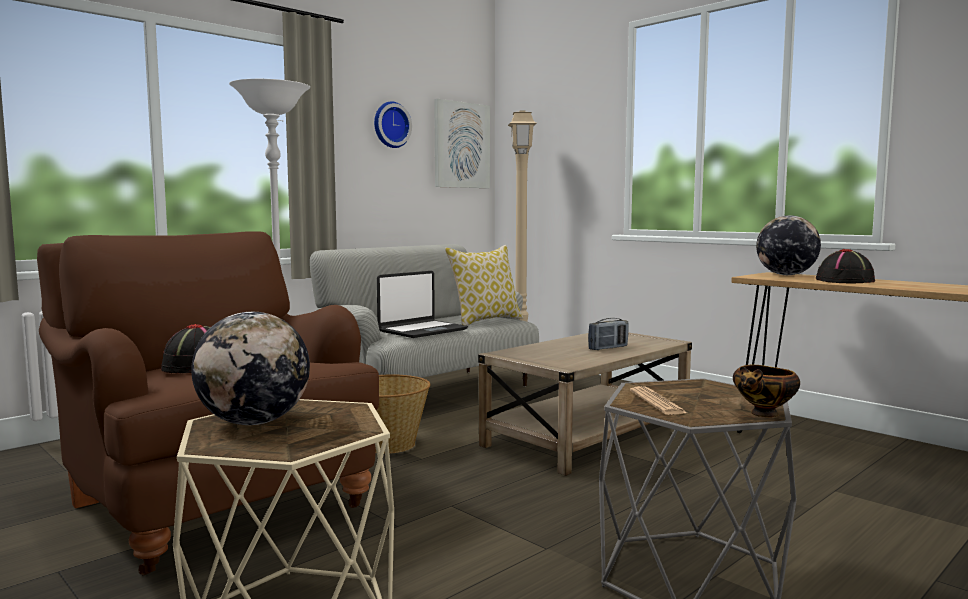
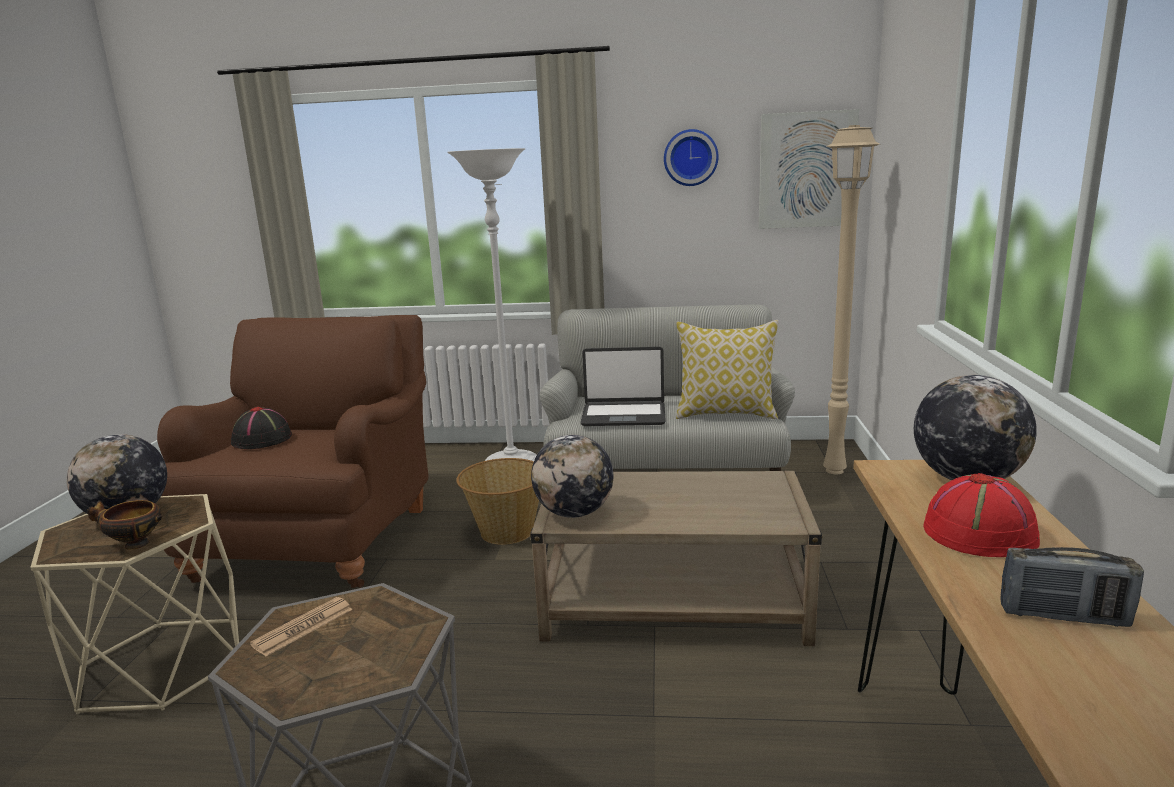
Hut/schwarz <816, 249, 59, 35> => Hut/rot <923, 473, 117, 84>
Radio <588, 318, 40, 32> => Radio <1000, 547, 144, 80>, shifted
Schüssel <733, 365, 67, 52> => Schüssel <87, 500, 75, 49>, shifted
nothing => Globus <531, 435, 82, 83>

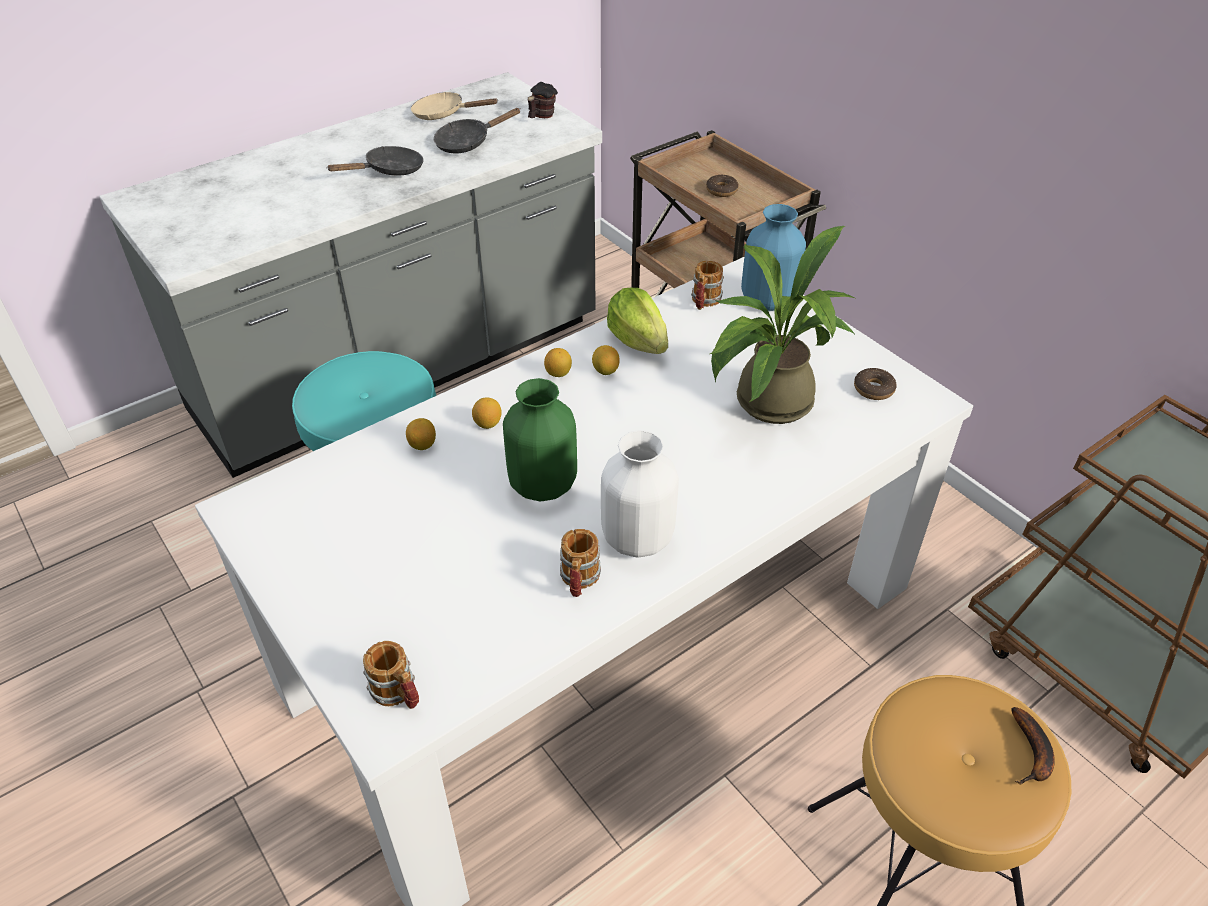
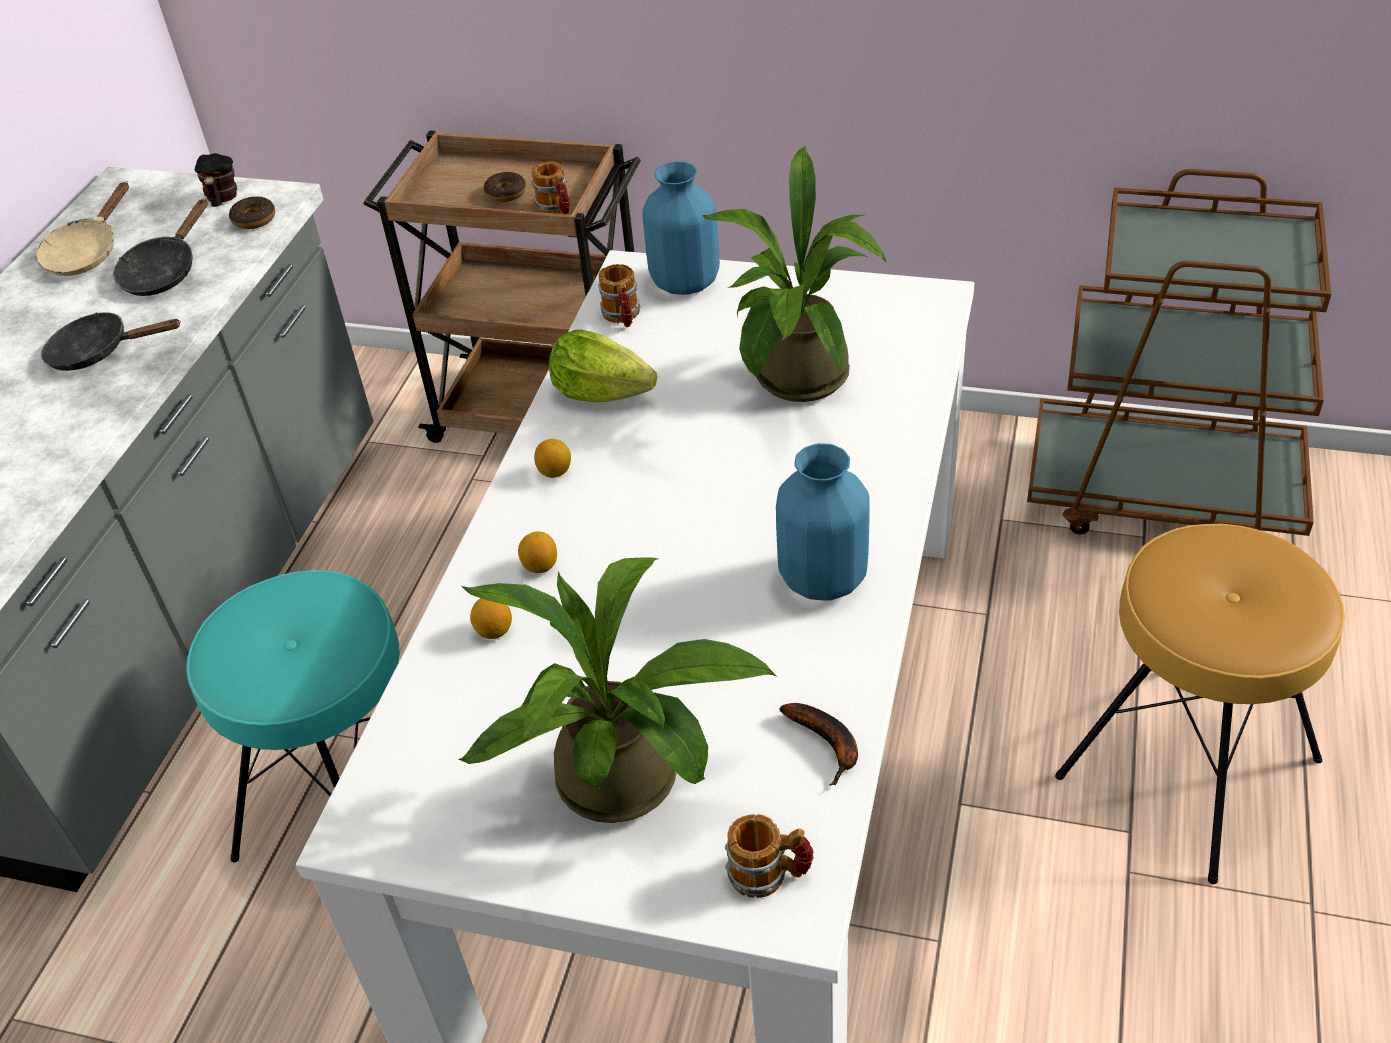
Pfanne/beige <411, 92, 86, 28> => Pfanne/beige <36, 181, 93, 95>, 45 degrees counterclockwise
Pfanne/schwarz <326, 146, 98, 30> => Pfanne/schwarz <41, 312, 140, 59>, 105 degrees counterclockwise
Zitrone <592, 345, 28, 30> => nothing
Donut <854, 368, 43, 32> => Donut <229, 196, 46, 33>, shifted
Vase/grün <503, 378, 74, 123> => nothing
Vase/weiß <601, 430, 78, 128> => Vase/blau <776, 443, 94, 158>
Henkelbecher <560, 529, 41, 68> => Henkelbecher <531, 161, 40, 53>, shifted
Banane <1011, 707, 44, 78> => Banane <779, 703, 79, 83>, shifted
nothing => Topfpflanze <459, 557, 317, 266>

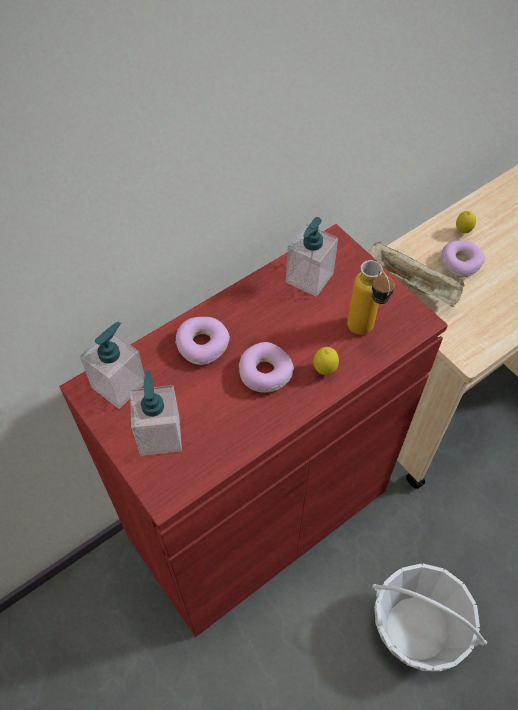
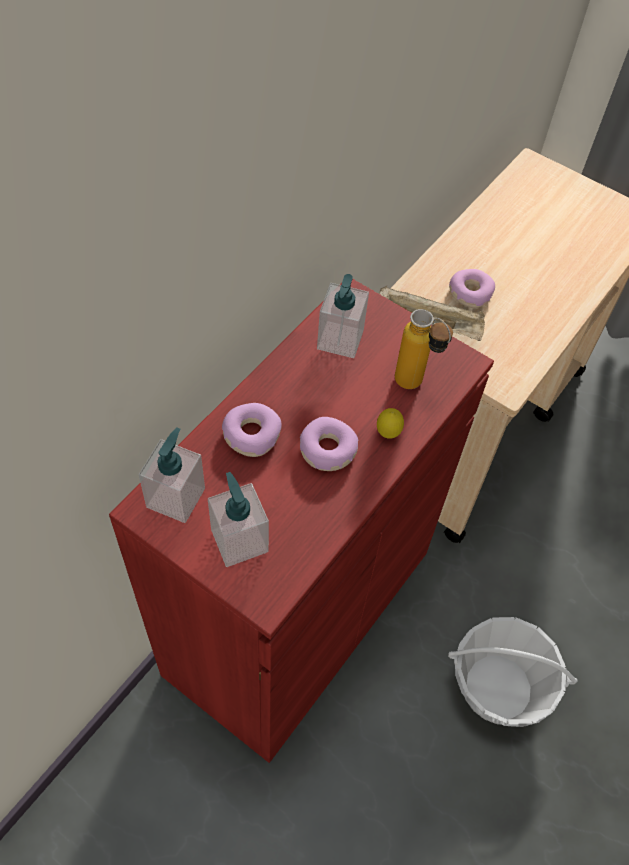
Zitrone <456, 211, 20, 22> => nothing

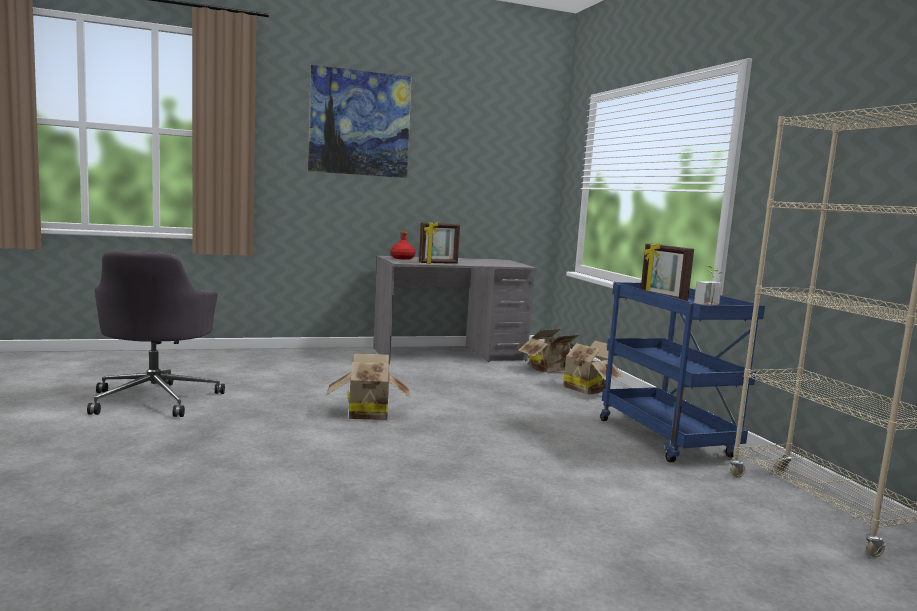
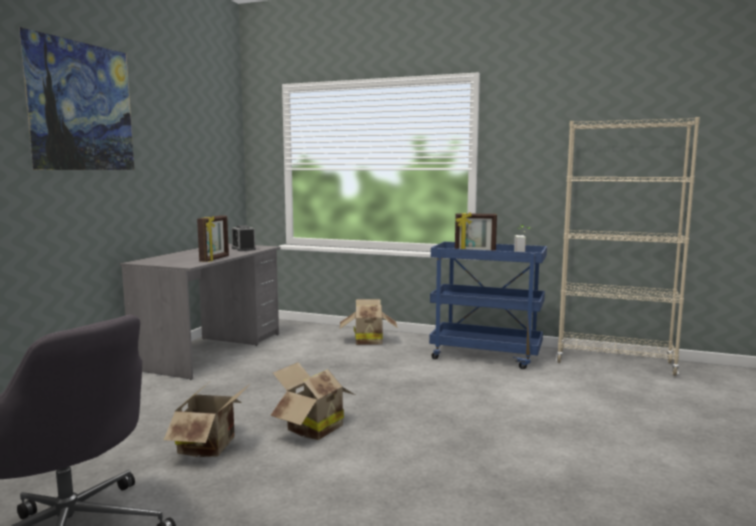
Flasche/rot <391, 232, 24, 28> => nothing
Karton <518, 329, 61, 44> => Karton <164, 383, 87, 74>, shifted
nothing => Wecker <231, 225, 25, 26>

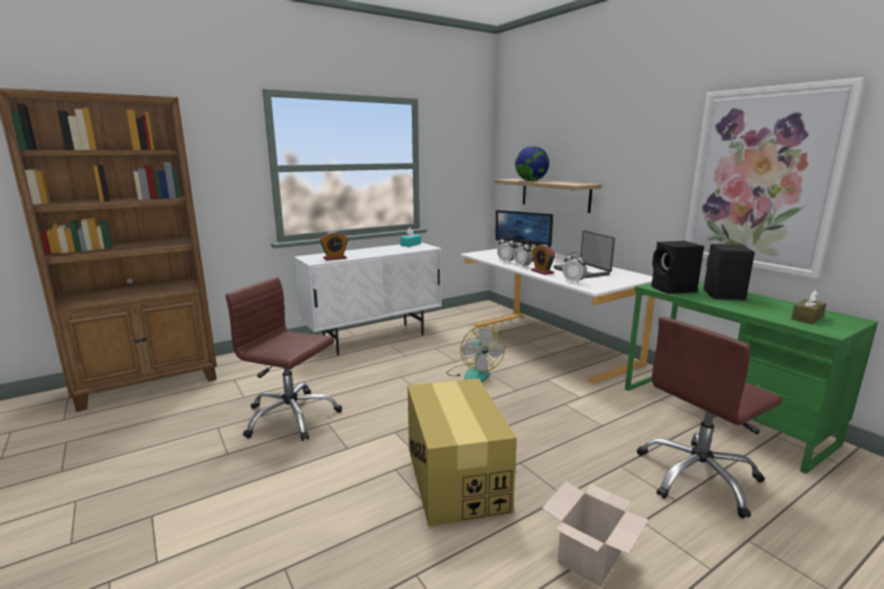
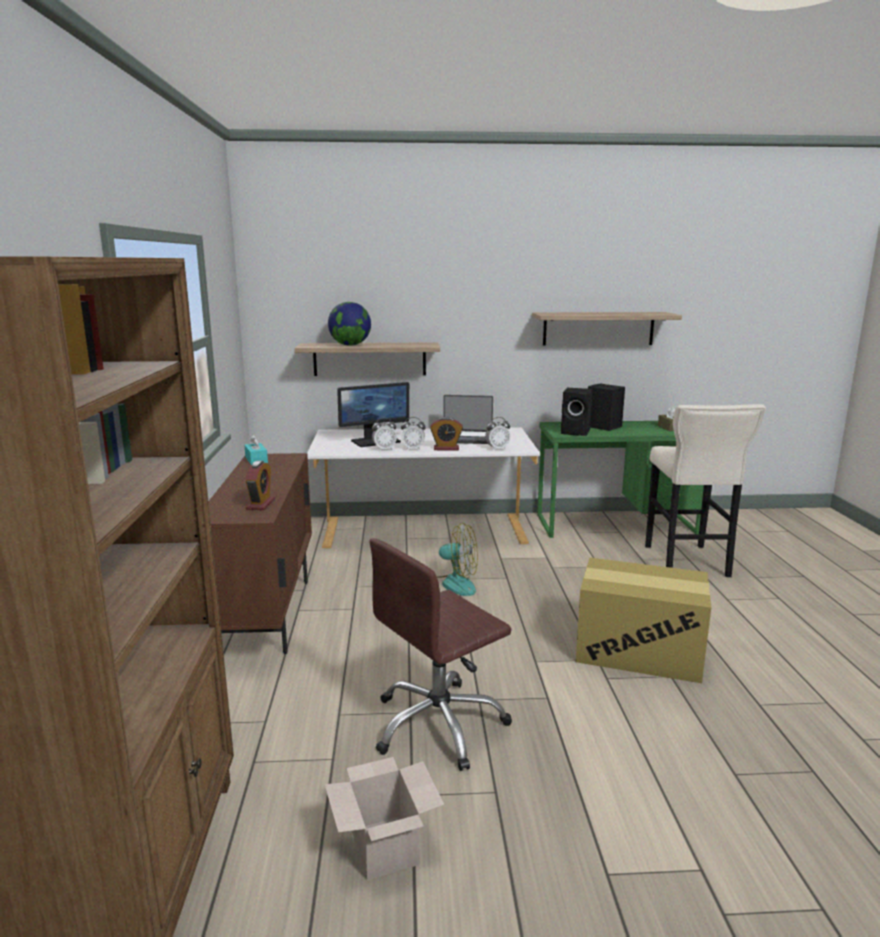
Bild <685, 77, 181, 202> => Wandregal <532, 312, 150, 34>
Schrank/weiß <294, 242, 148, 113> => Schrank/braun <208, 453, 104, 201>
Bürostuhl/braun <637, 317, 145, 201> => Hocker/beige <645, 404, 121, 173>
Karton <542, 481, 106, 106> => Karton <325, 757, 119, 123>, shifted

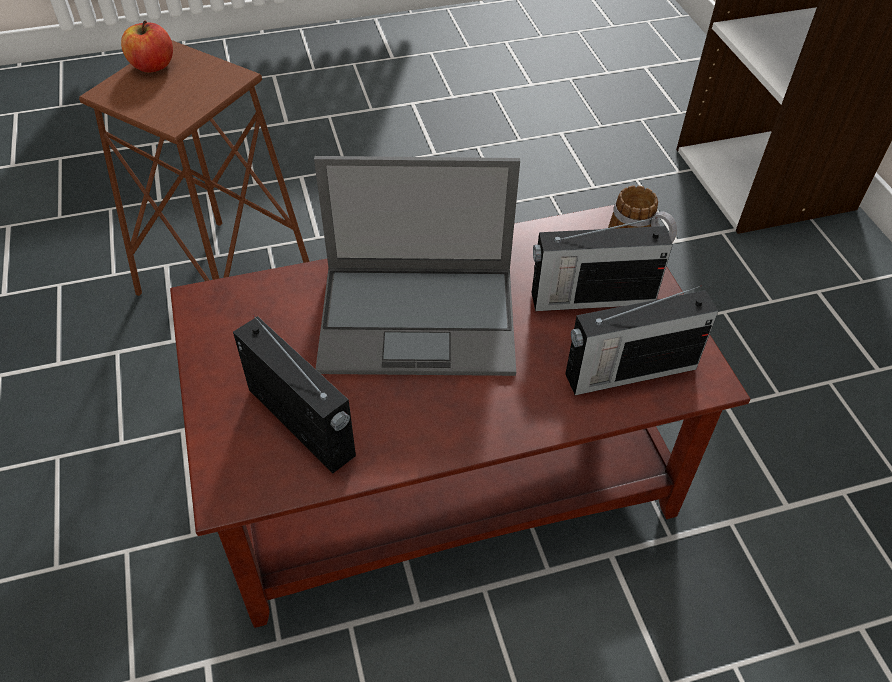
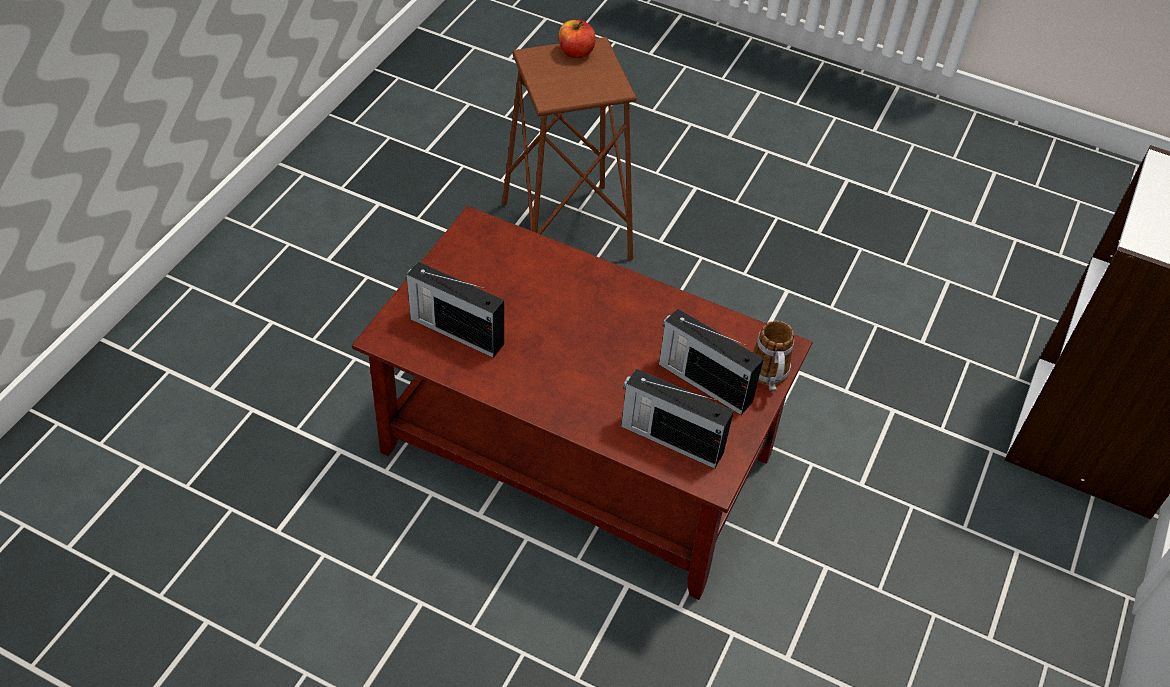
Laptop <314, 156, 206, 220> => nothing
Radio <233, 315, 123, 158> => Radio <406, 262, 98, 96>, 120 degrees clockwise

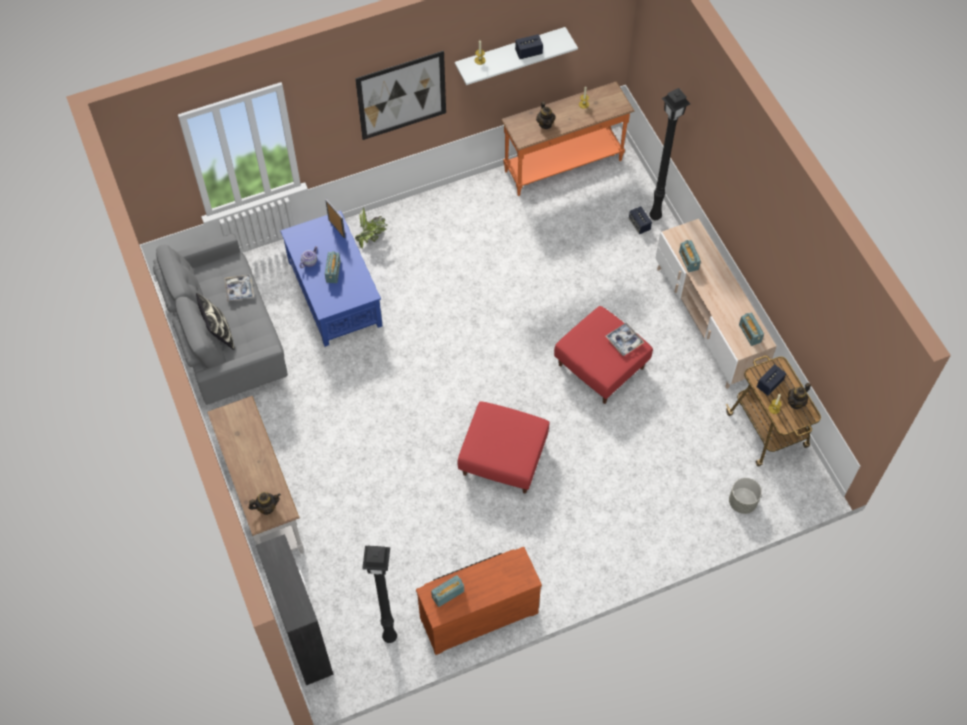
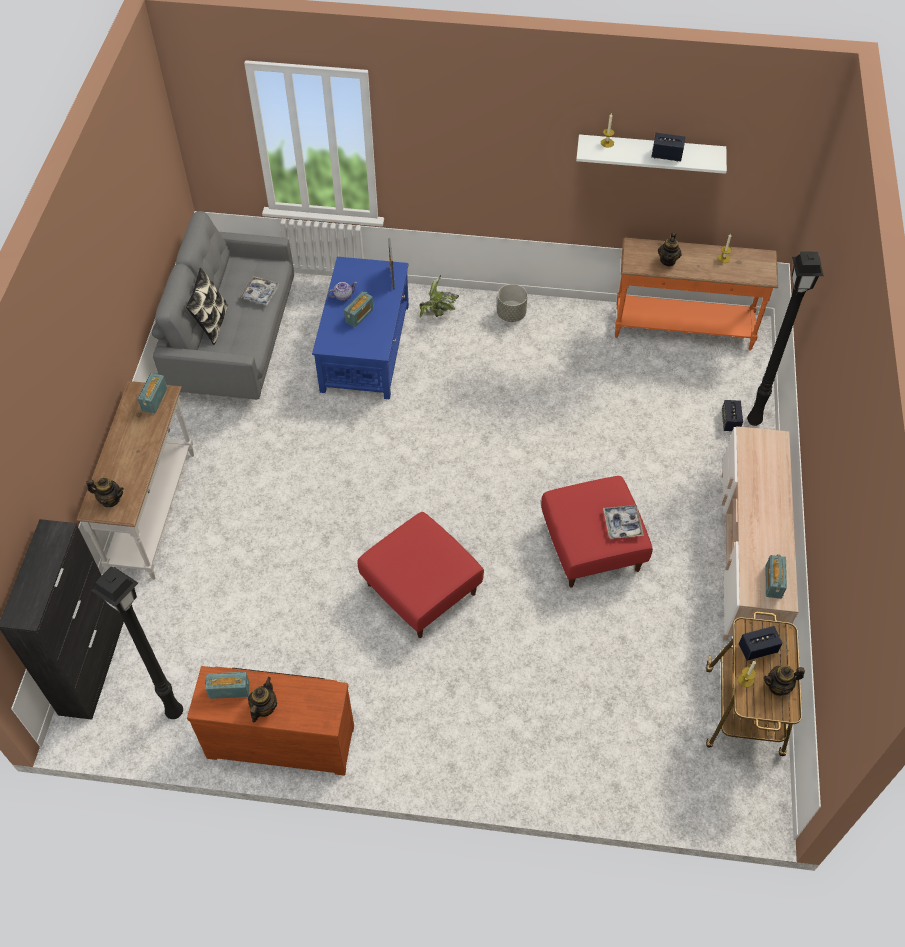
Bild <355, 51, 91, 89> => nothing
Radio <679, 240, 22, 32> => Radio <138, 373, 29, 41>, shifted
Pflanzkübel/grau <729, 478, 33, 36> => Pflanzkübel/grau <497, 284, 31, 38>, shifted
nothing => Teekanne <248, 677, 29, 45>

